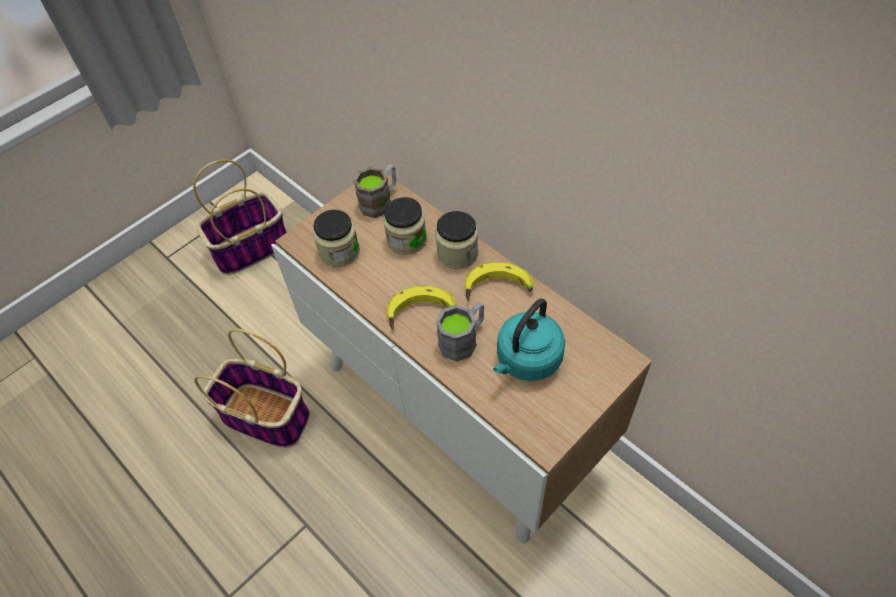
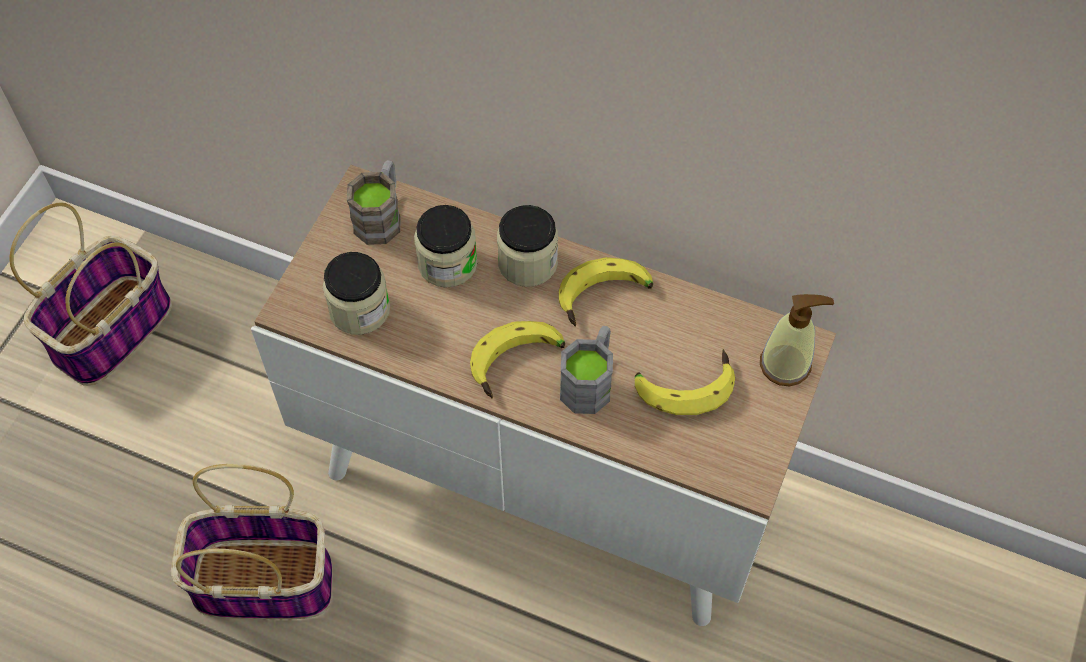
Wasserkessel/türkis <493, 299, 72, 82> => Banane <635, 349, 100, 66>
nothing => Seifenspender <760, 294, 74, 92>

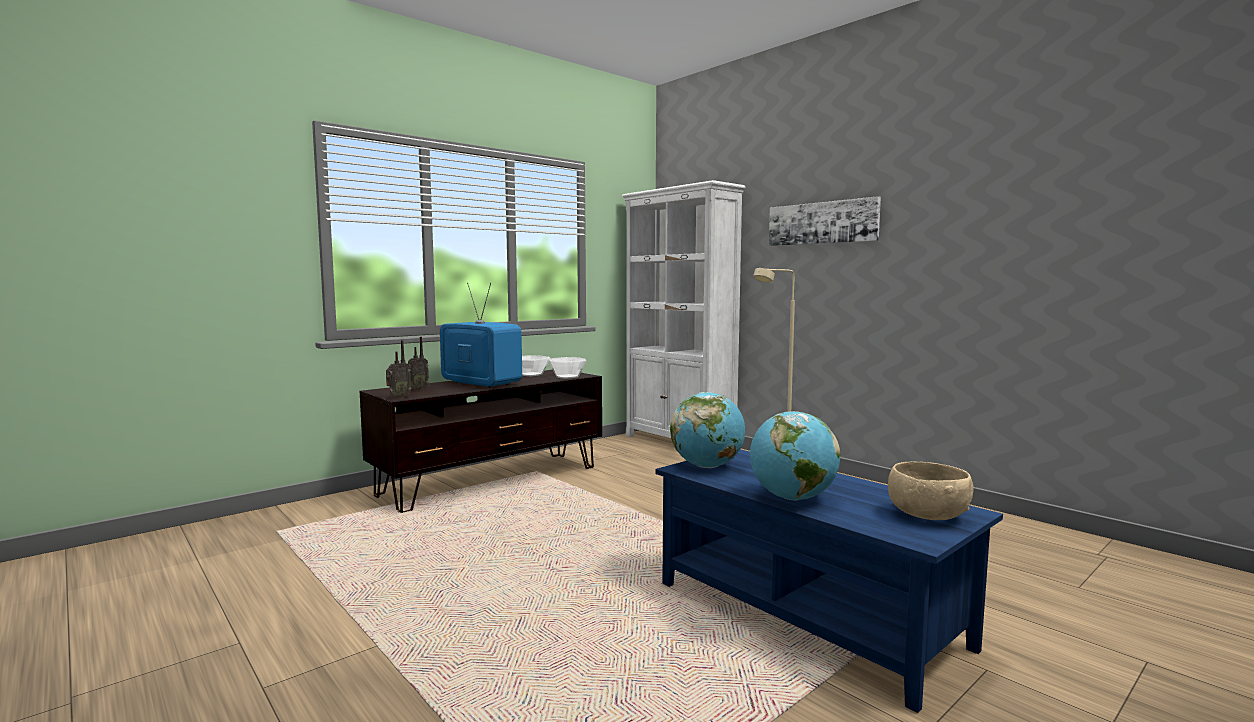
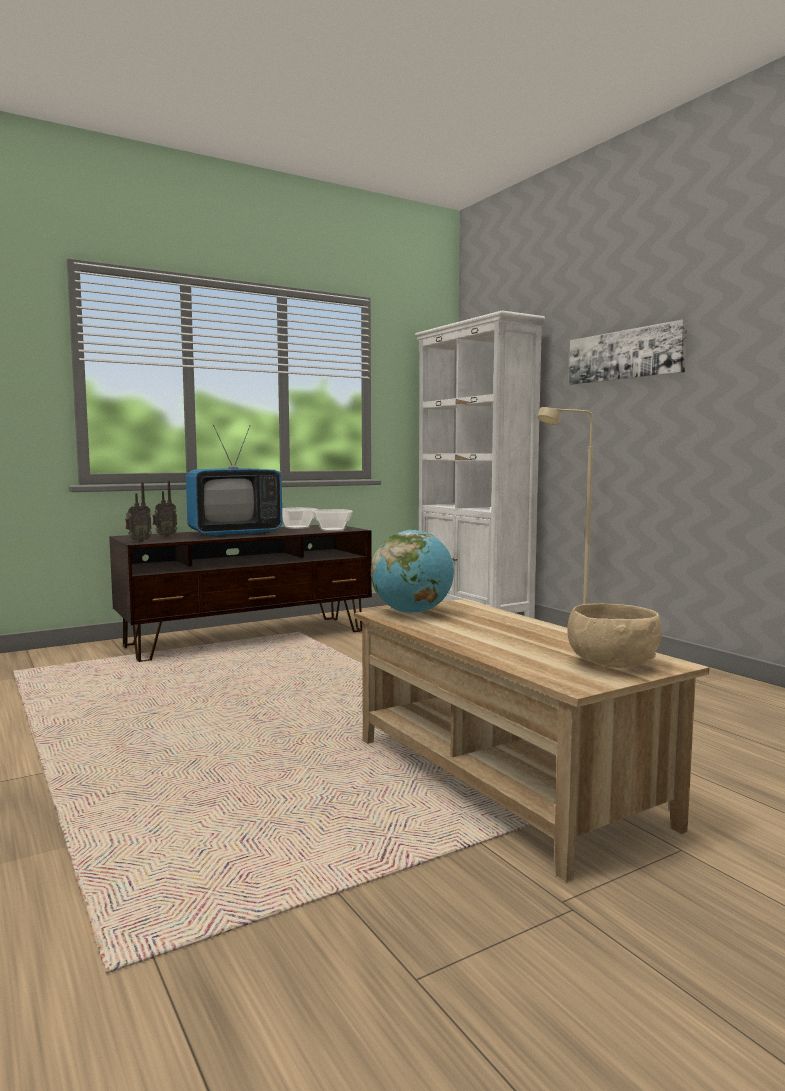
Fernseher <440, 283, 82, 105> => Fernseher <186, 425, 96, 111>, 105 degrees clockwise
Globus <750, 411, 90, 90> => nothing
Couchtisch/blau <655, 449, 348, 264> => Couchtisch/beige <355, 599, 354, 283>

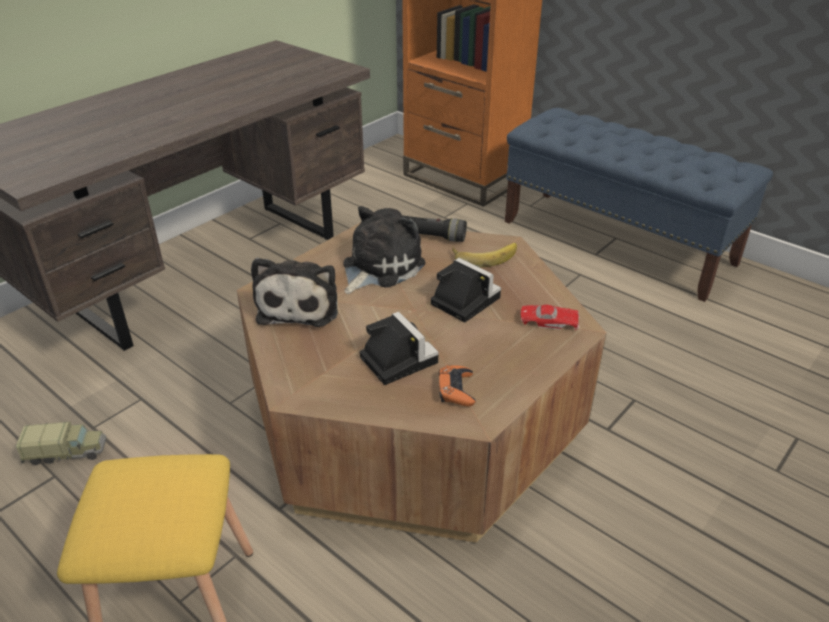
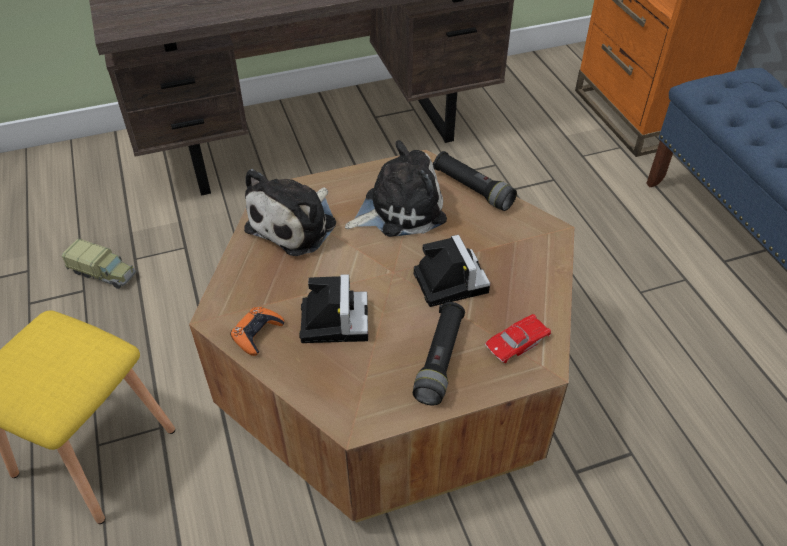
Banane <452, 243, 65, 25> => nothing
Spielzeugauto/rot <521, 304, 59, 26> => Spielzeugauto/rot <485, 314, 66, 49>, 75 degrees counterclockwise
Gamepad/orange <439, 365, 37, 41> => Gamepad/orange <230, 307, 54, 49>, shifted
nothing => Taschenlampe/schwarz <413, 302, 52, 103>

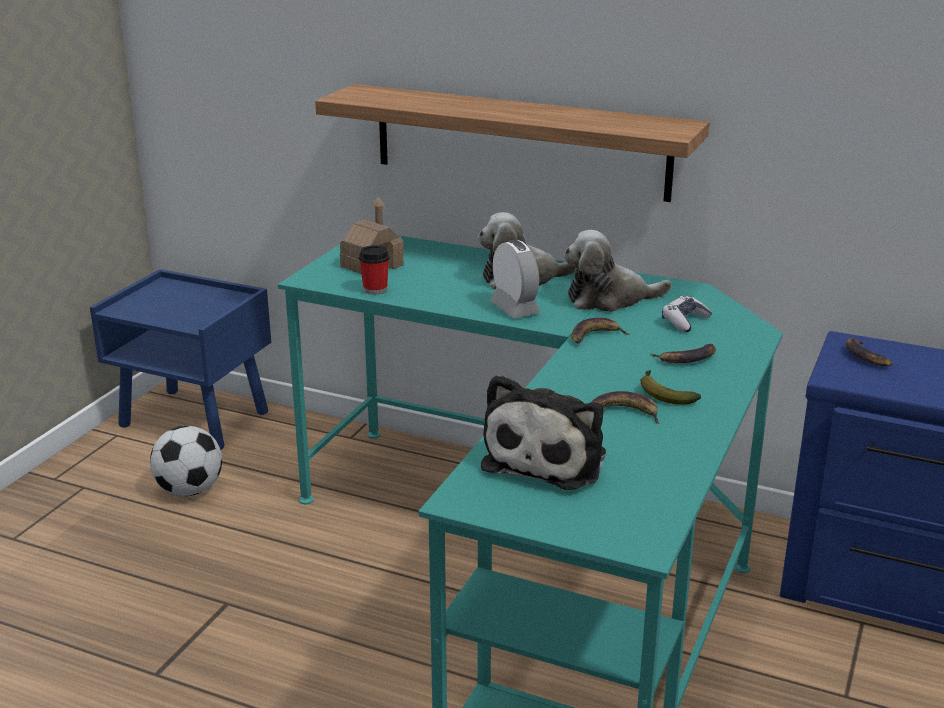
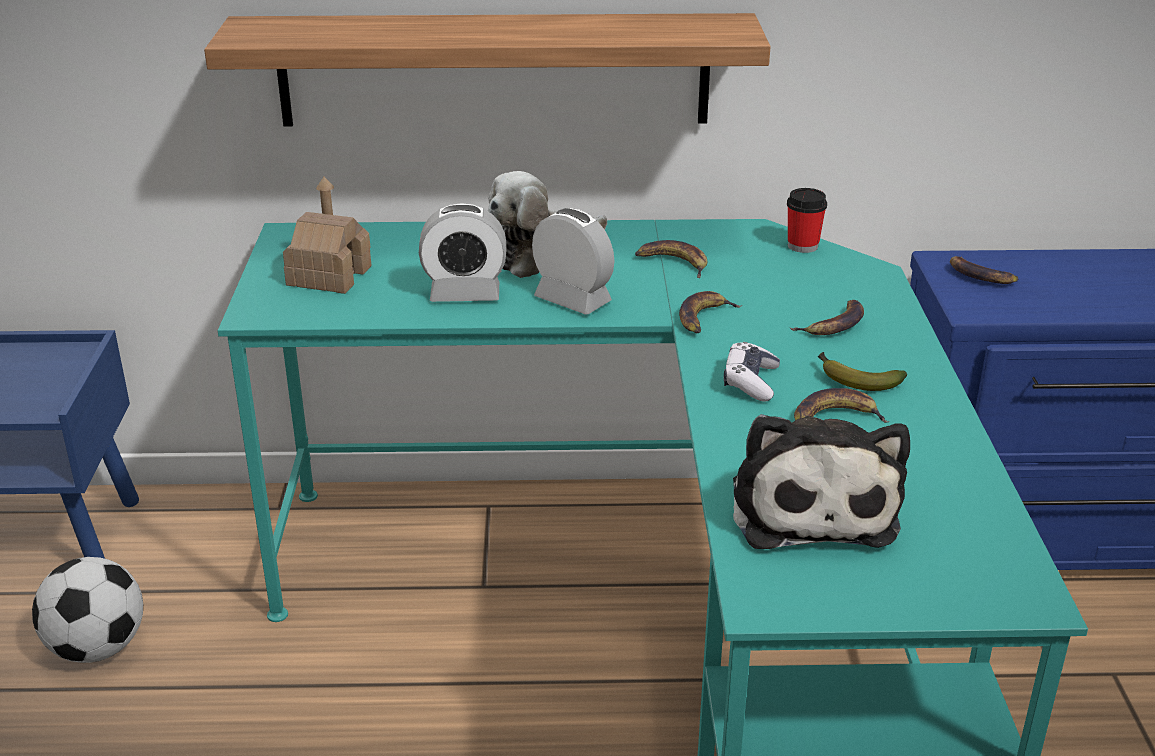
Plüschtier <564, 230, 108, 82> => Banane <635, 240, 73, 38>
Tasse <359, 245, 30, 50> => Tasse <787, 188, 40, 65>, shifted
Gamepad <662, 296, 50, 36> => Gamepad <724, 342, 56, 60>, shifted
nothing => Wecker <419, 203, 88, 99>

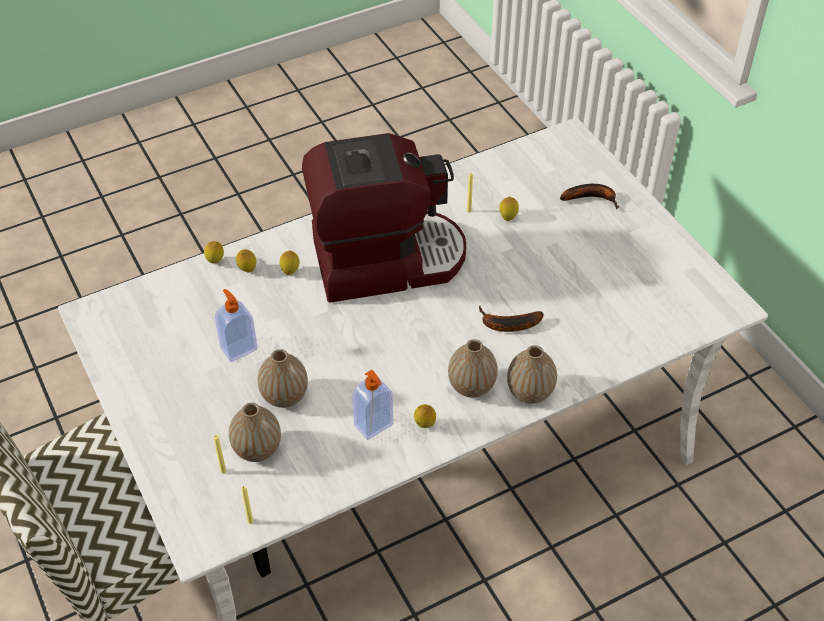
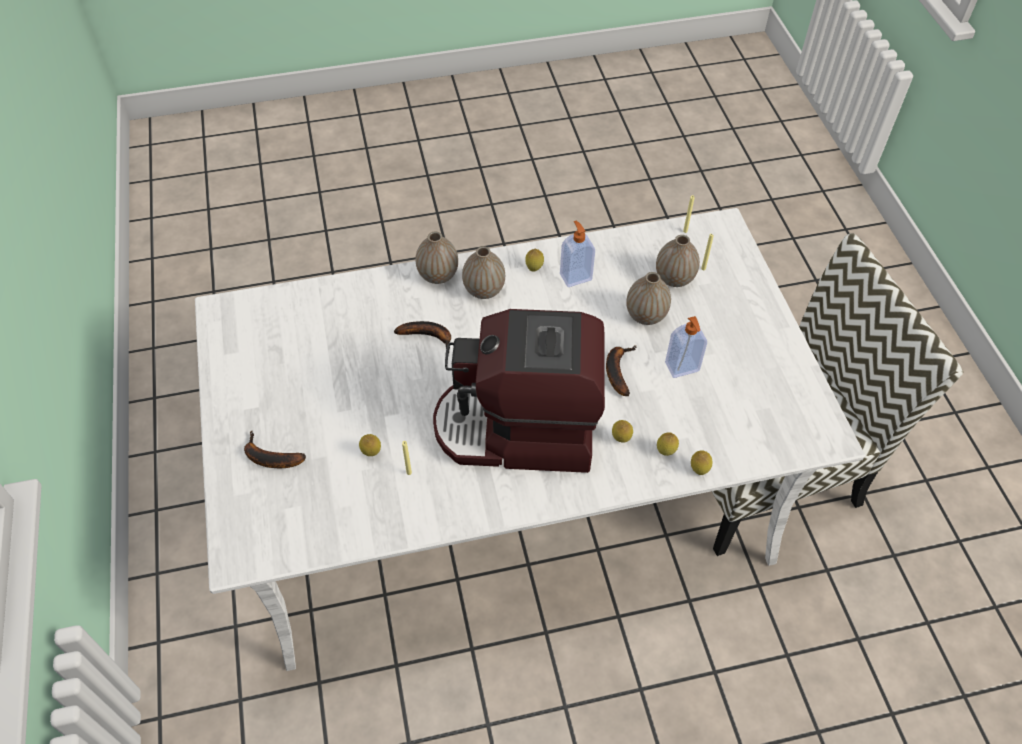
nothing => Banane <606, 345, 30, 51>

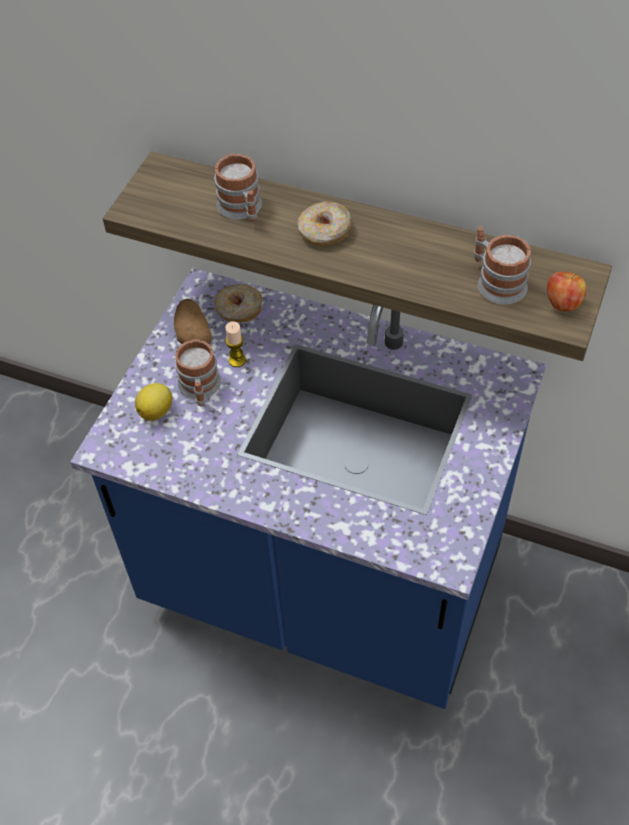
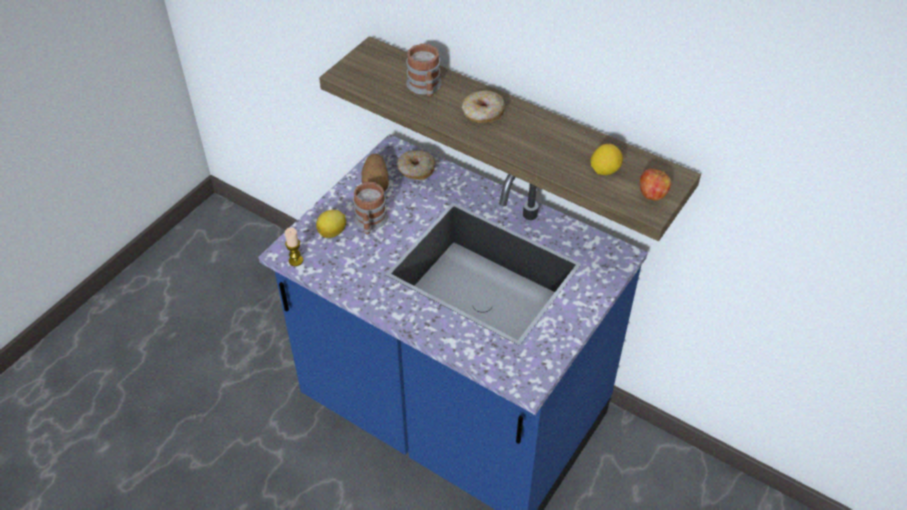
Henkelbecher <474, 227, 57, 77> => Zitrone <590, 144, 33, 31>
Kerze <226, 321, 20, 46> => Kerze <285, 227, 18, 39>, shifted

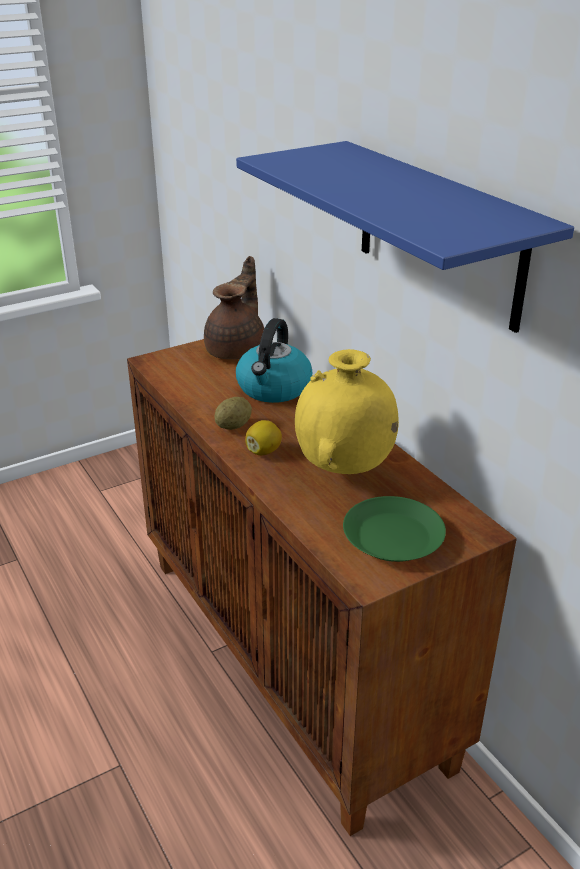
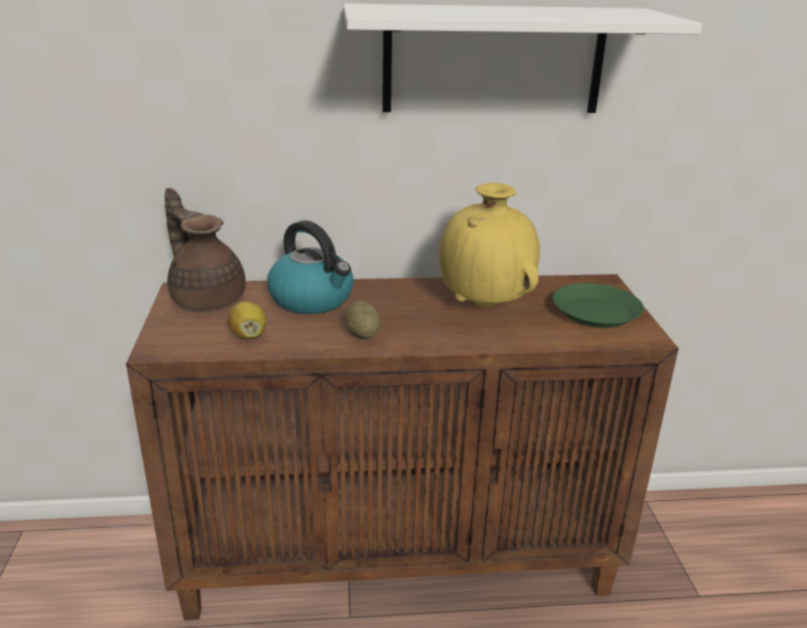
Wandregal/blau <236, 141, 338, 192> => Wandregal/weiß <343, 3, 359, 110>
Zitrone <245, 420, 37, 35> => Zitrone <227, 301, 39, 38>, shifted

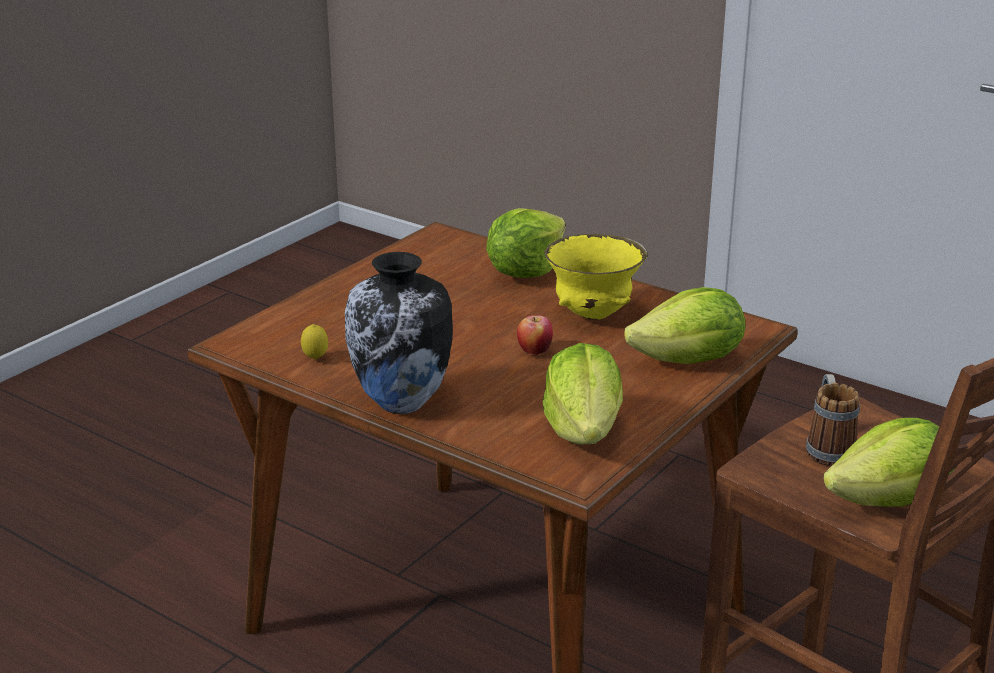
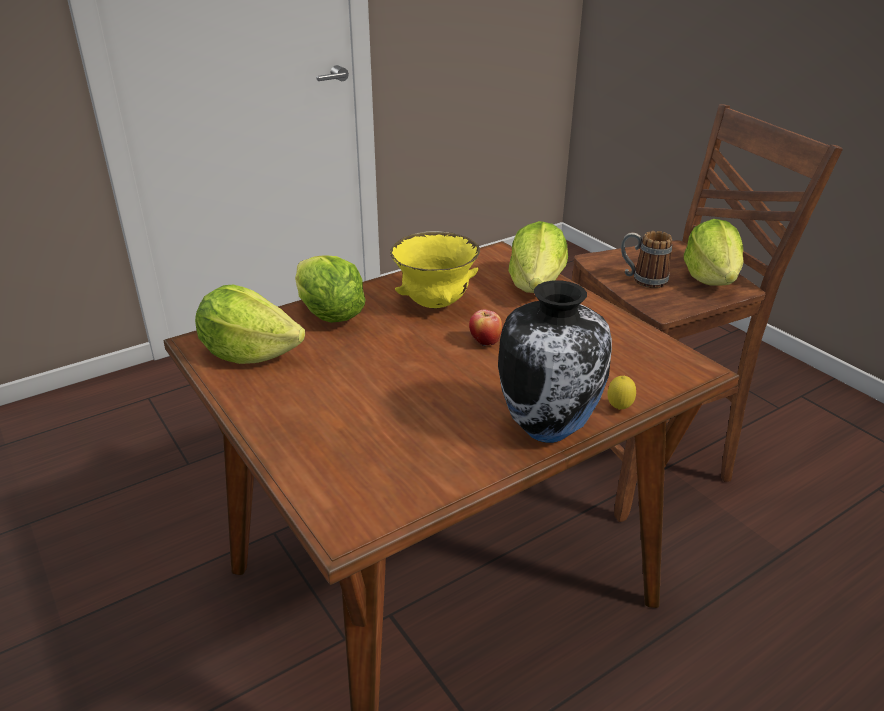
Zitrone <301, 324, 27, 36> => Zitrone <607, 376, 29, 34>, shifted
Salatkopf <543, 343, 80, 102> => Salatkopf <195, 285, 110, 79>, shifted

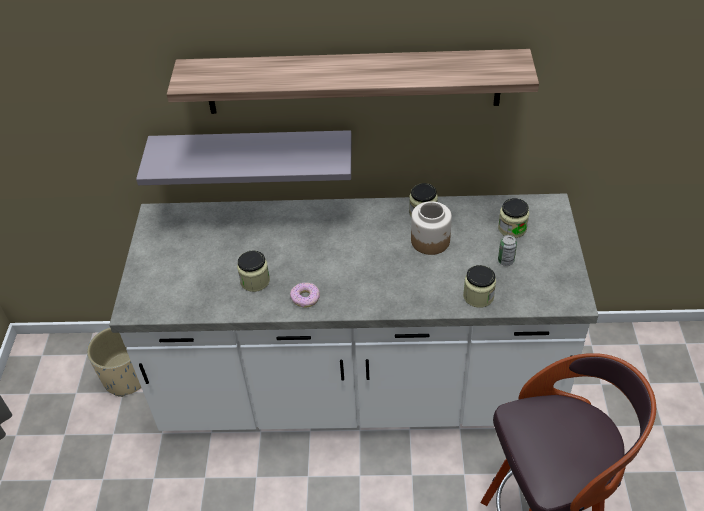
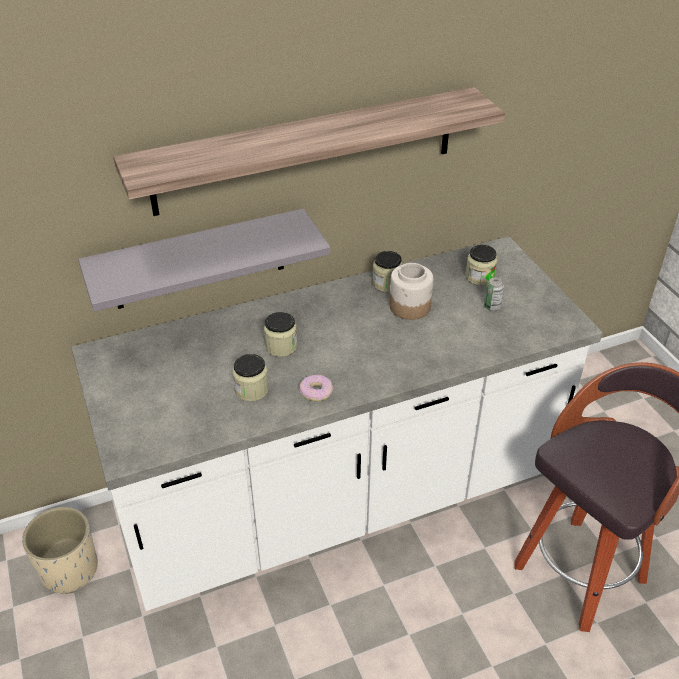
Vorratsglas <463, 265, 33, 43> => Vorratsglas <264, 312, 33, 45>, shifted

